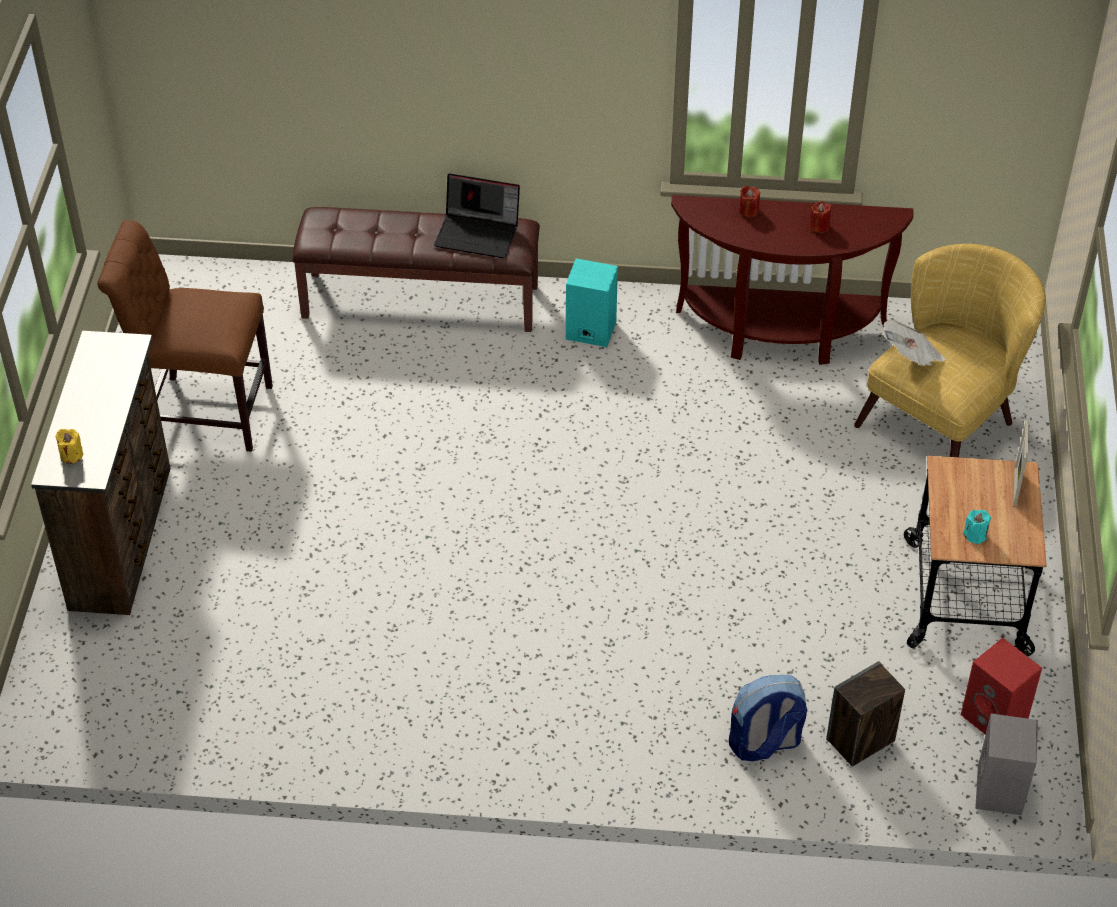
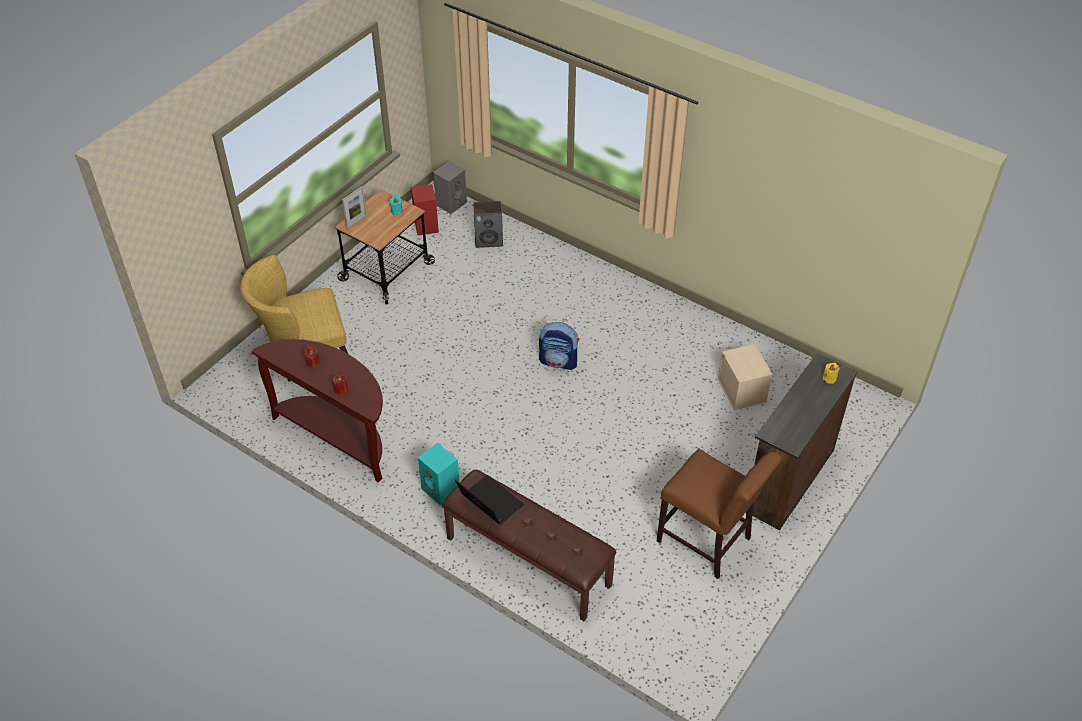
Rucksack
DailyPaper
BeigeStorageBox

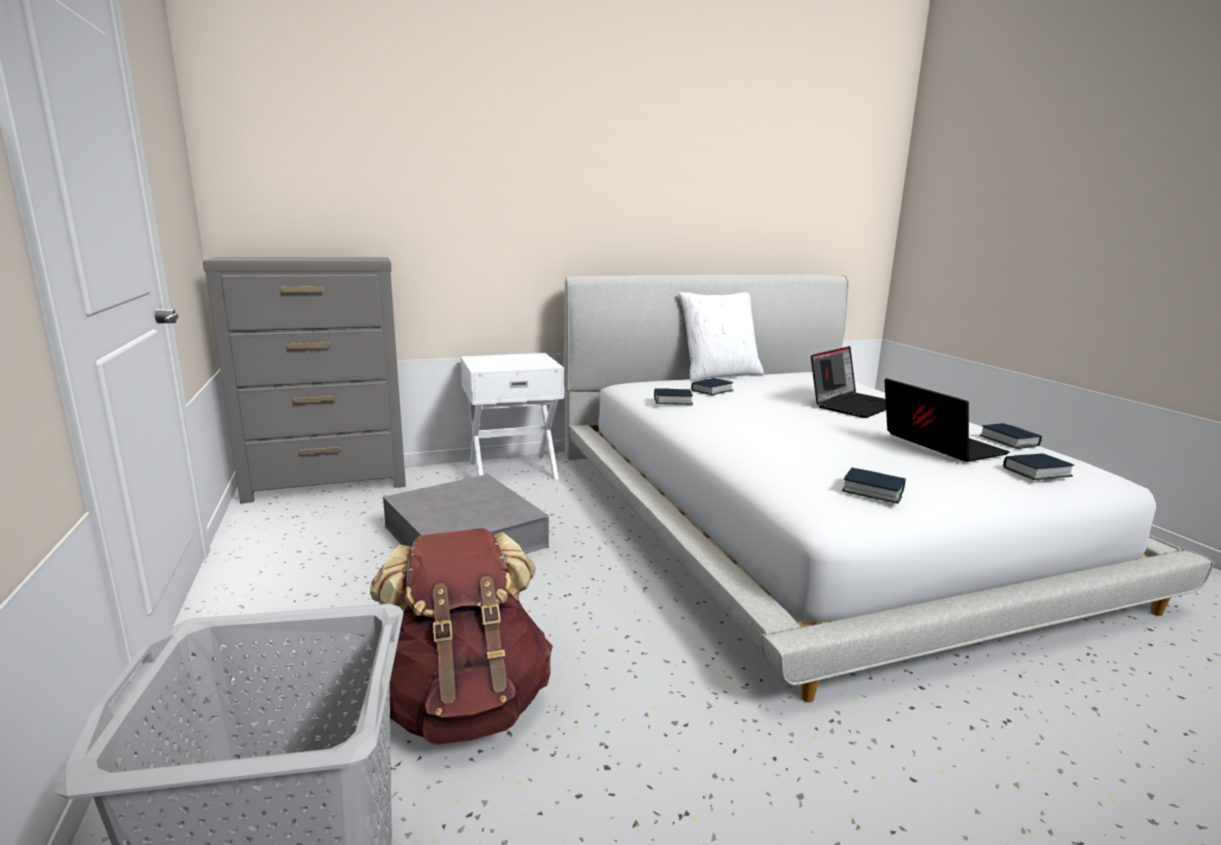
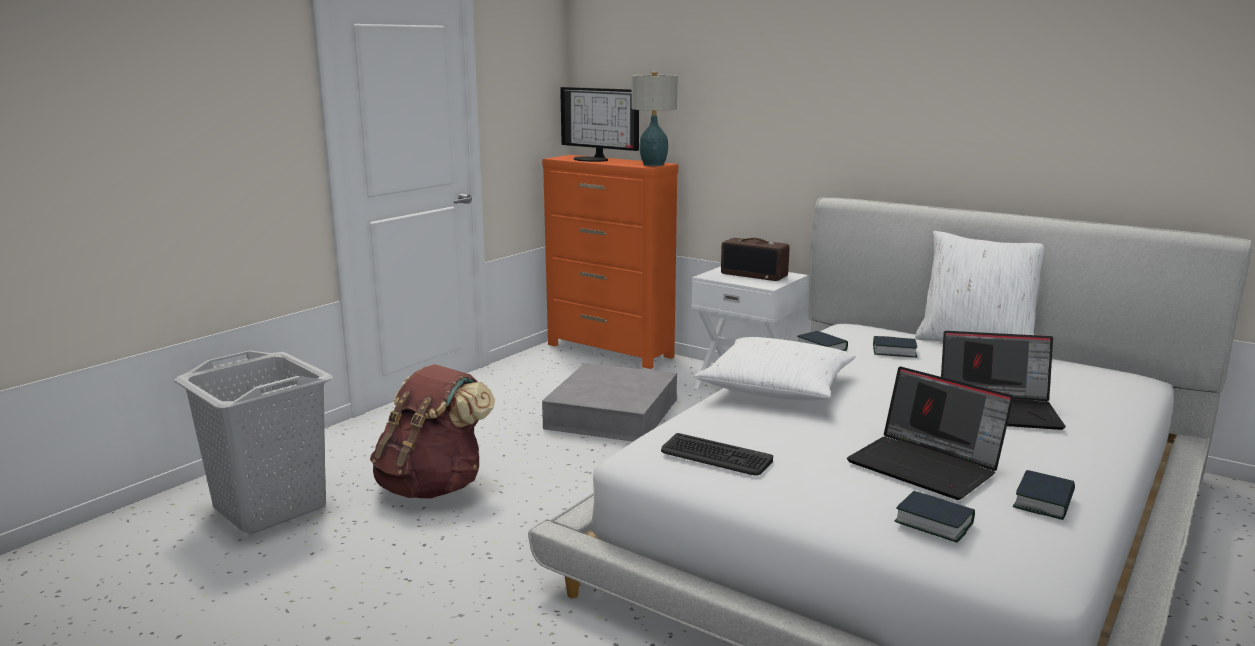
OrangeyChestOfDrawers
Keyboard
PortableComputer (no. 1 from left)
Monitor
LampForATable
WhiteCushion (no. 1 from left)
RadioReceiver

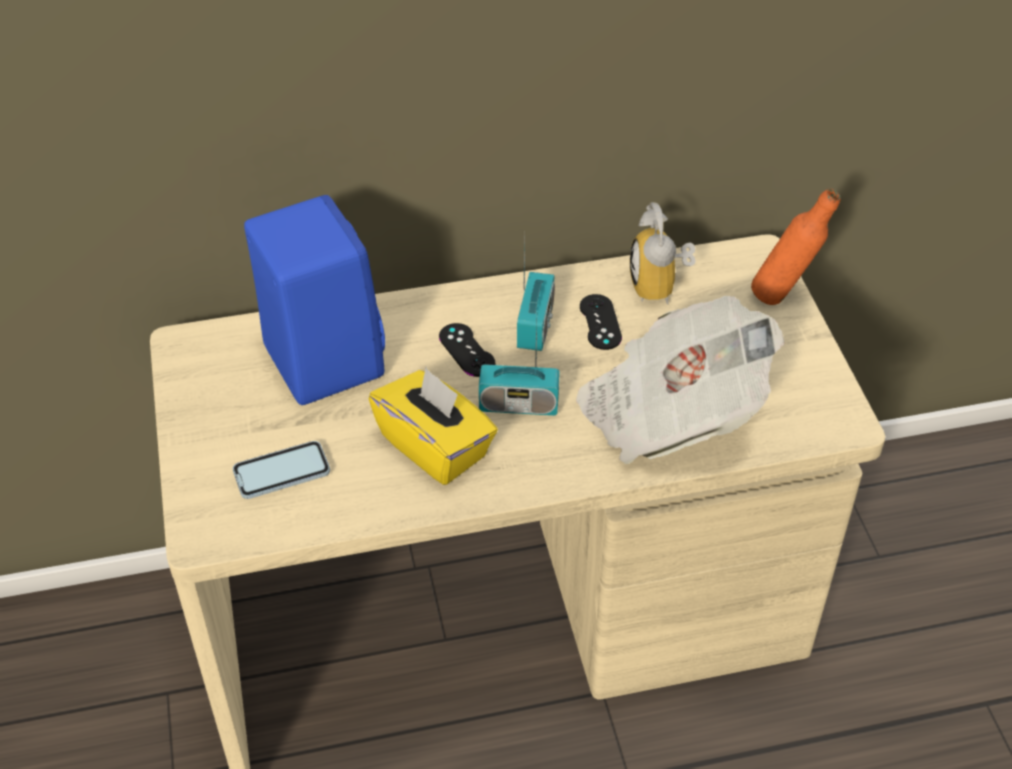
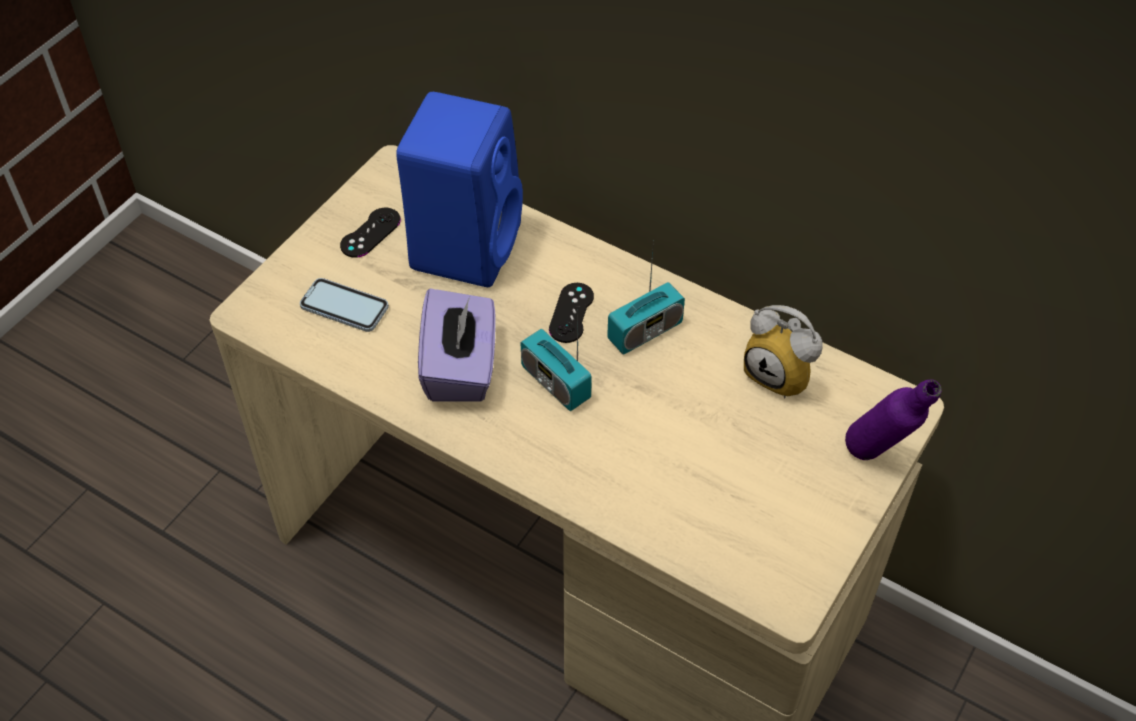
PurpleColouredTissueHolder
DailyPaper
BlackishGameController (no. 1 from left)
AlarmClock
PurpleColouredBeverageBottle

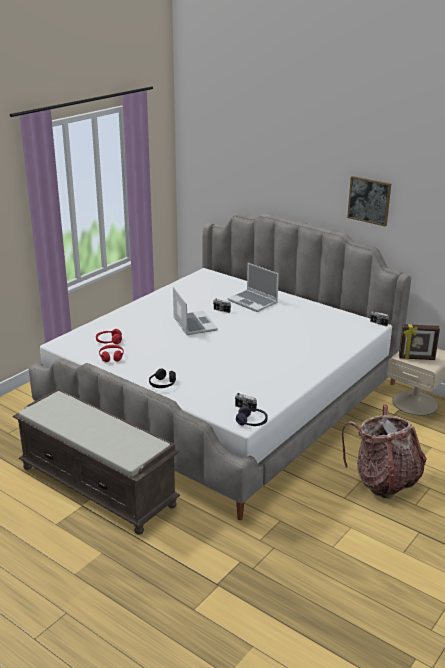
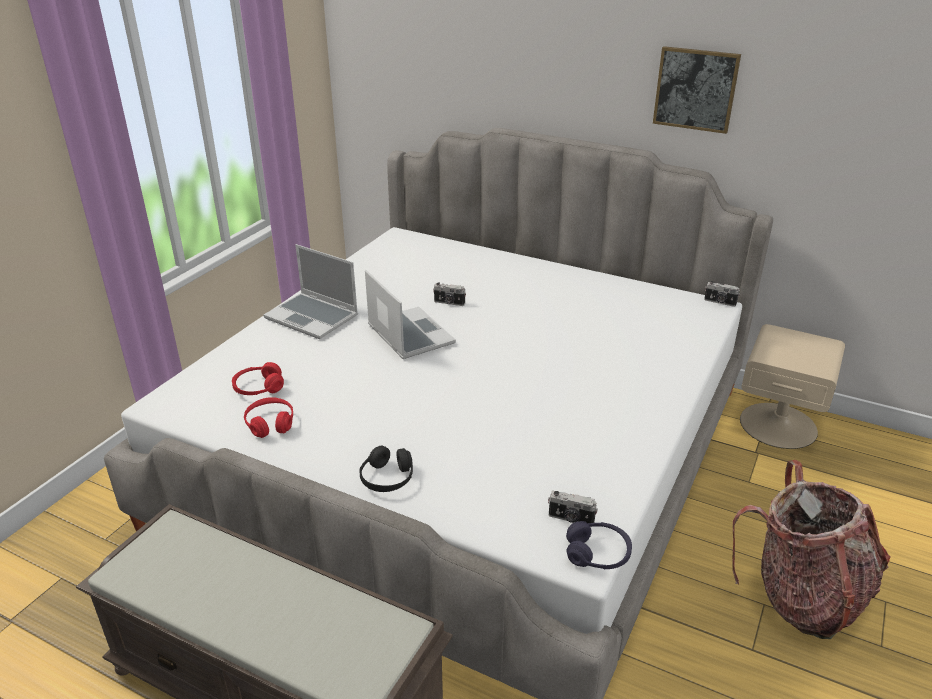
PortableComputer (no. 1 from left)
PhotoFrame

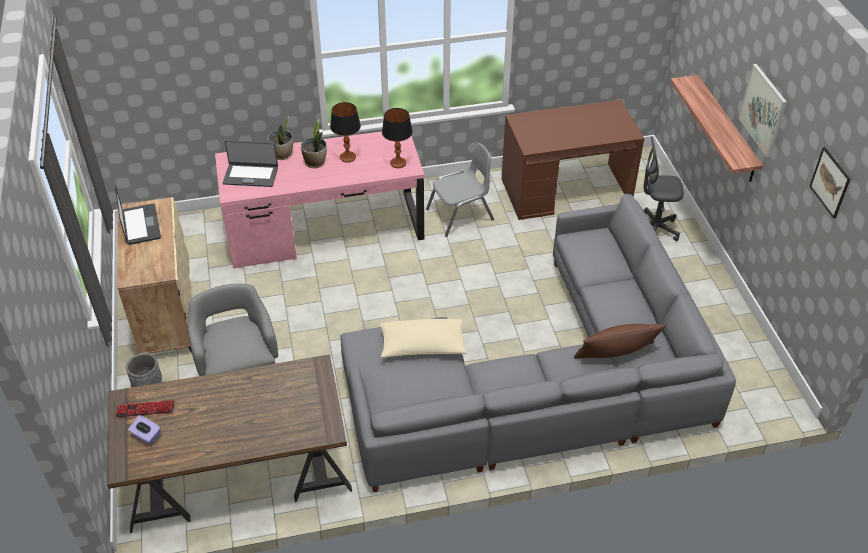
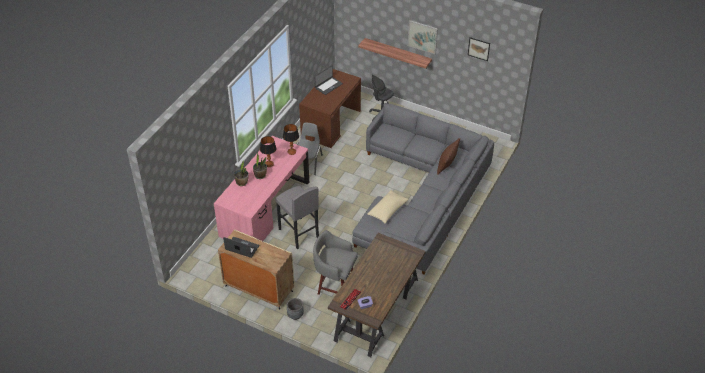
PortableComputer (no. 2 from left)
GreyStool (no. 1 from left)

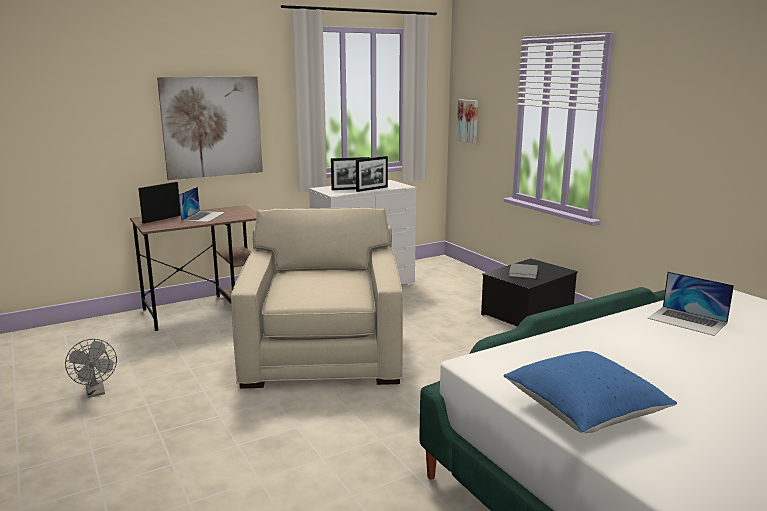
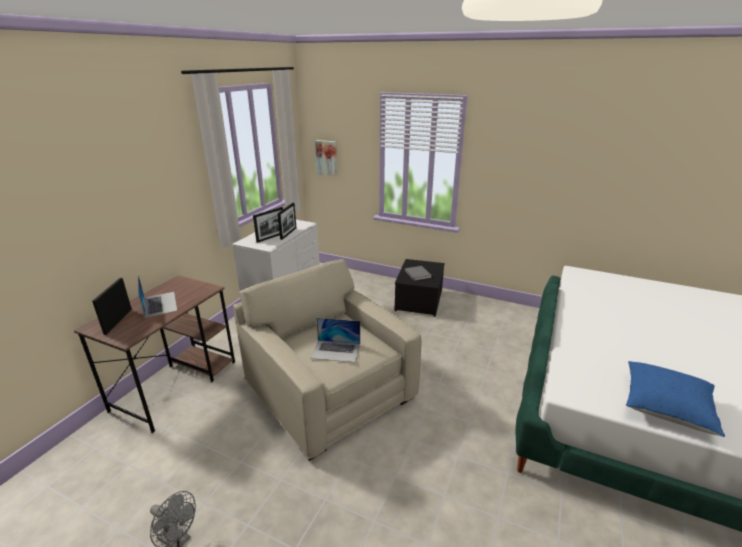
WallPicture (no. 1 from left in the first image)
PortableComputer (no. 2 from left)

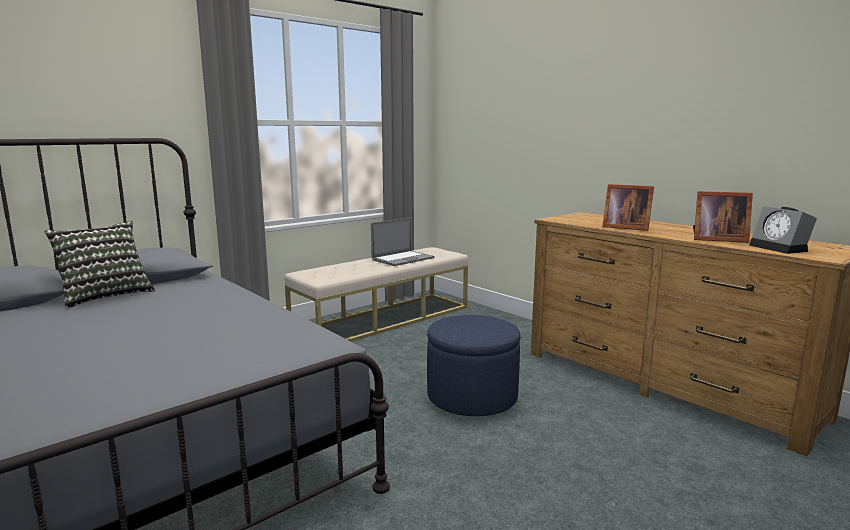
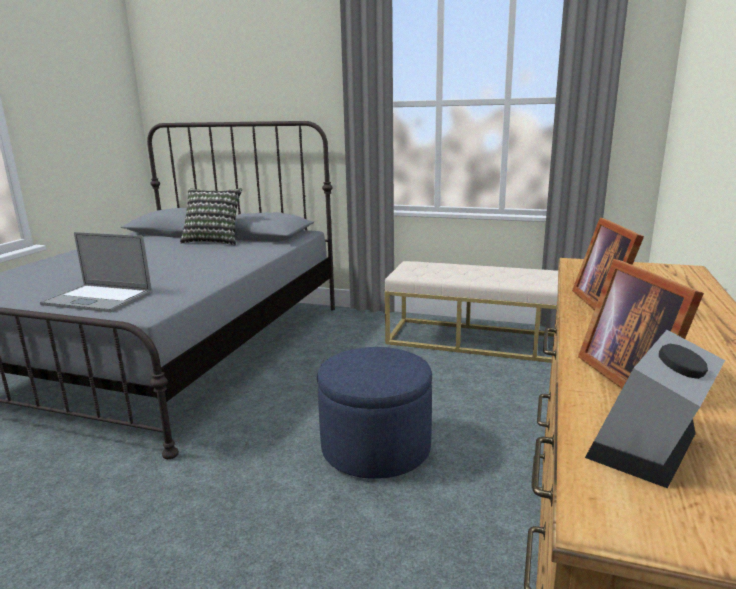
PortableComputer

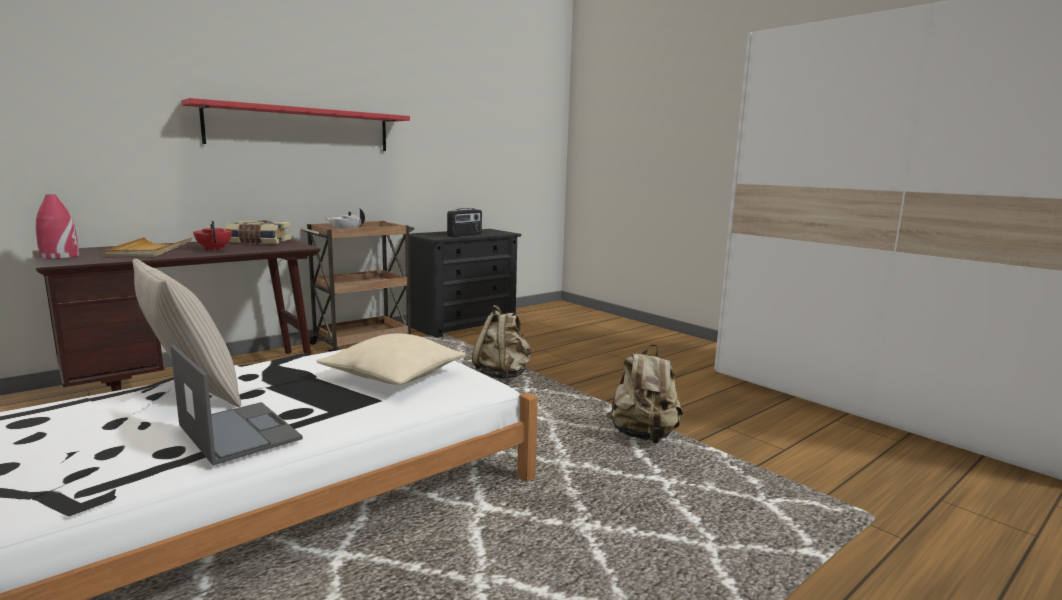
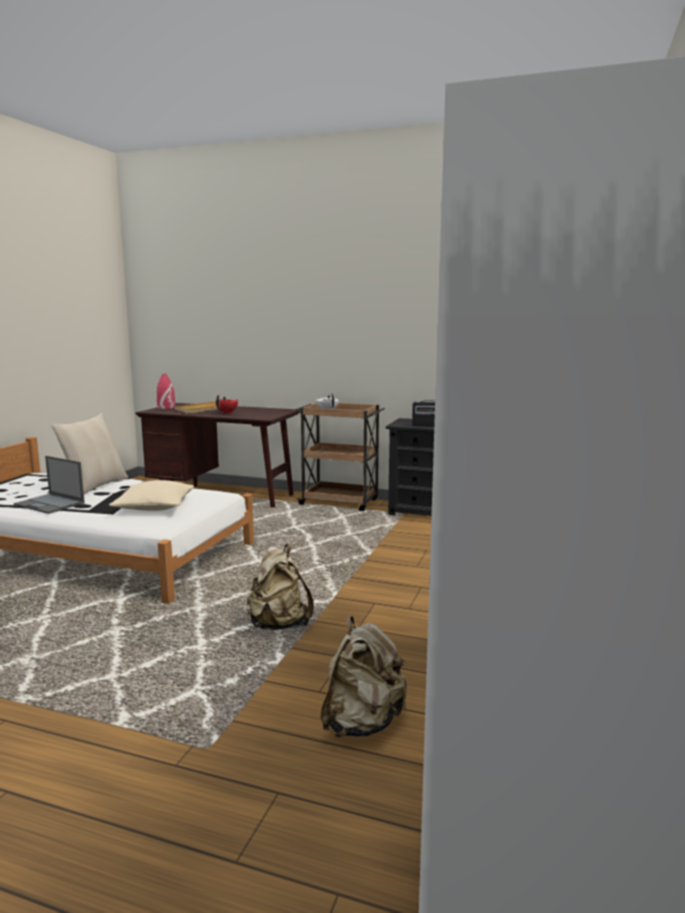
PortableComputer
RedColouredShelf
Volume
BeigeRucksack (no. 2 from left)

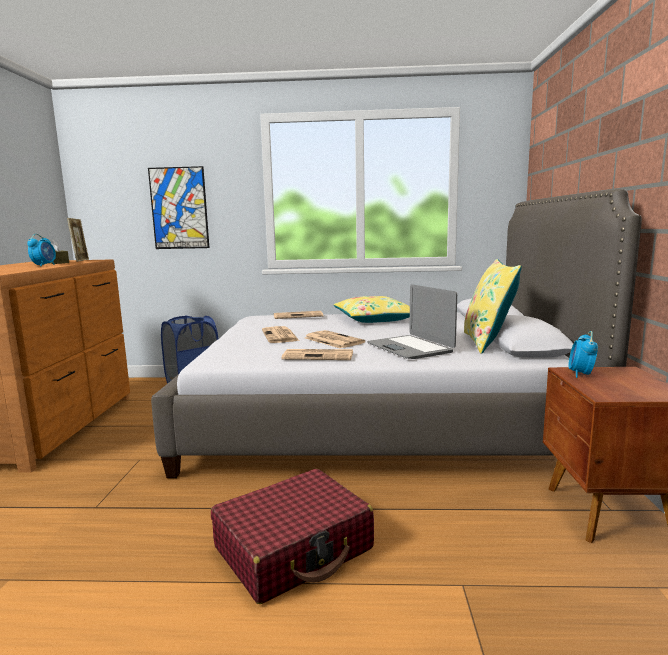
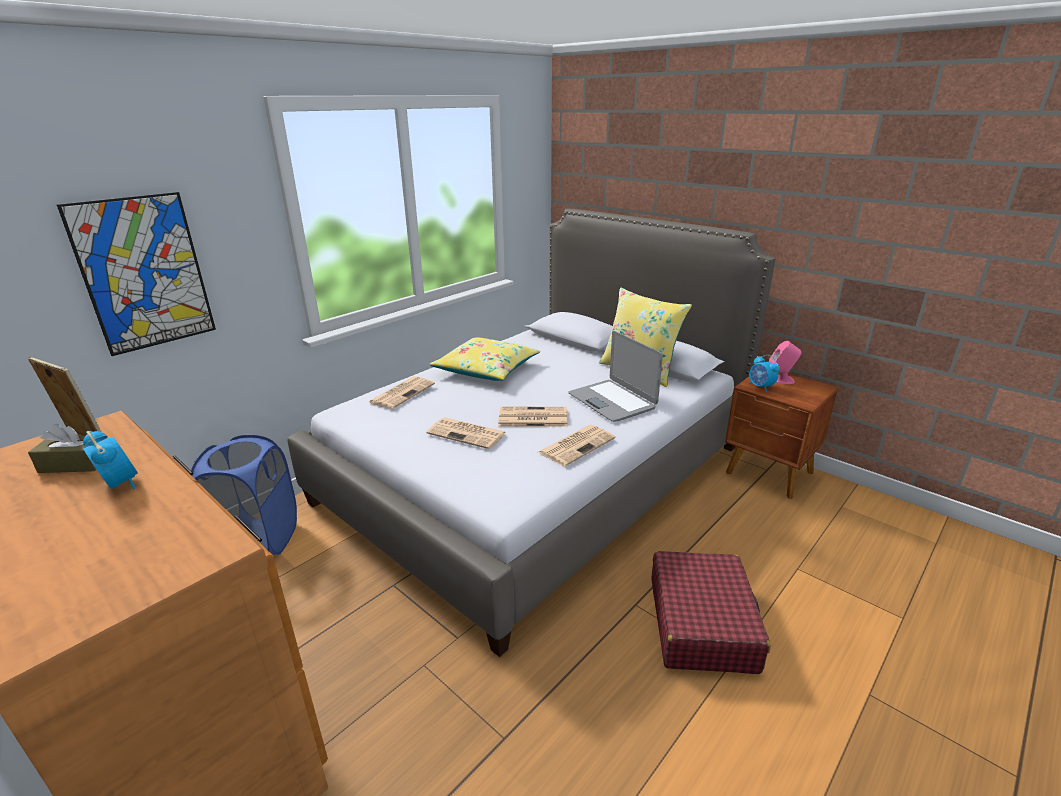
PortableComputer
PinkishLoudspeaker

